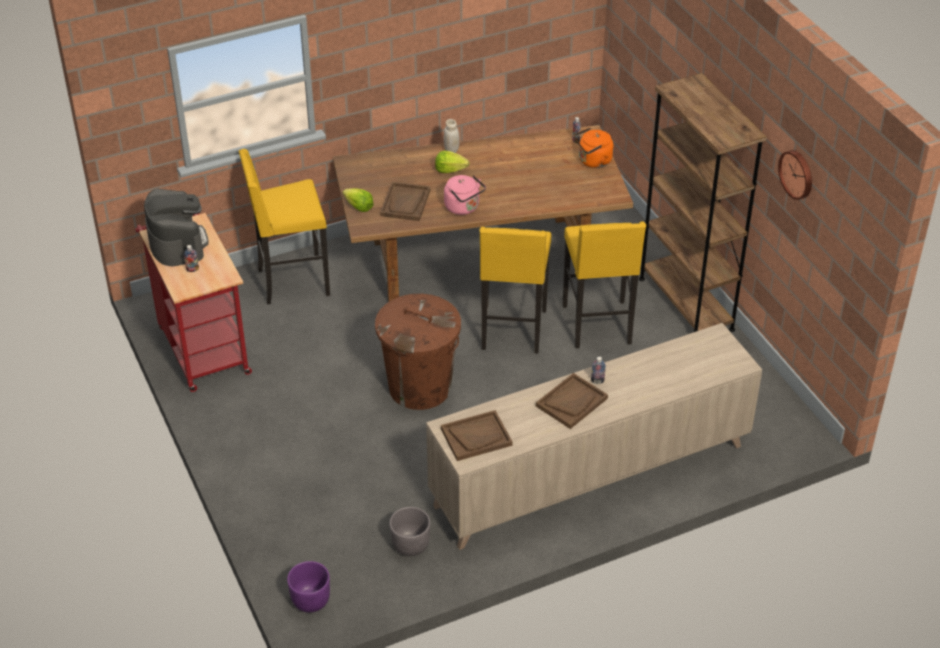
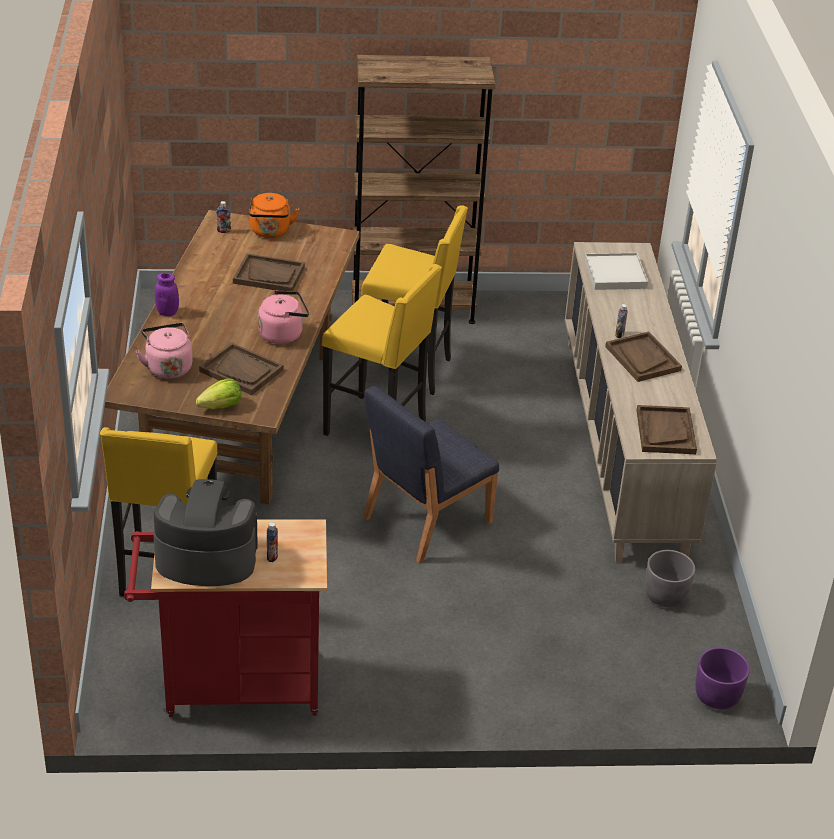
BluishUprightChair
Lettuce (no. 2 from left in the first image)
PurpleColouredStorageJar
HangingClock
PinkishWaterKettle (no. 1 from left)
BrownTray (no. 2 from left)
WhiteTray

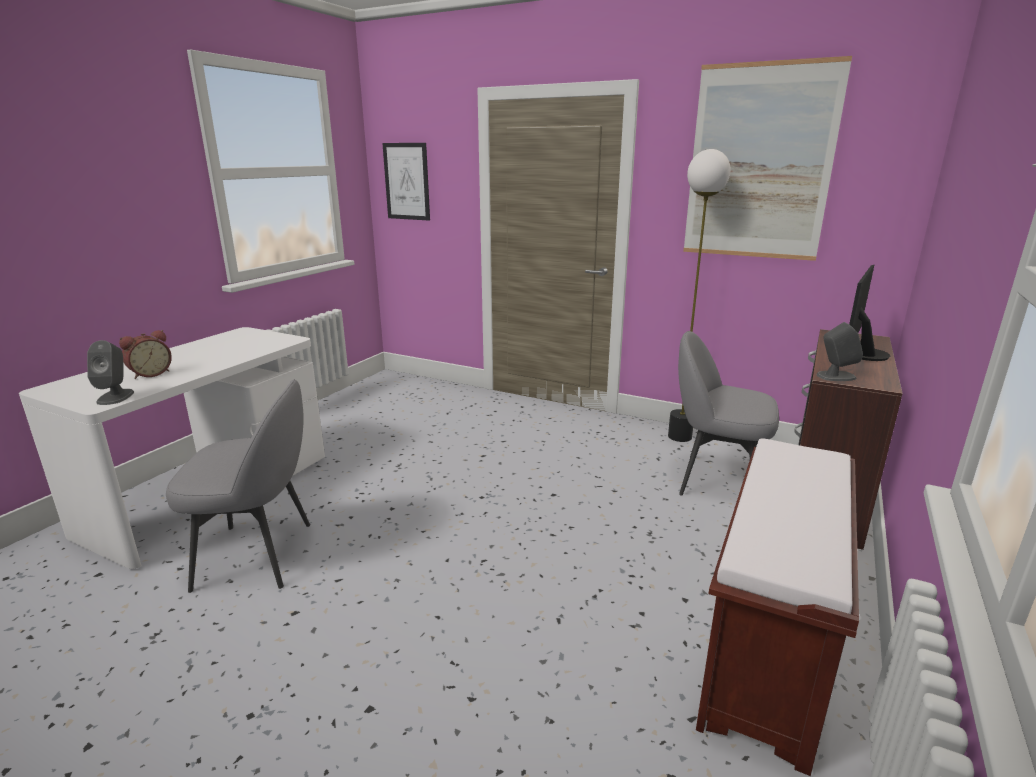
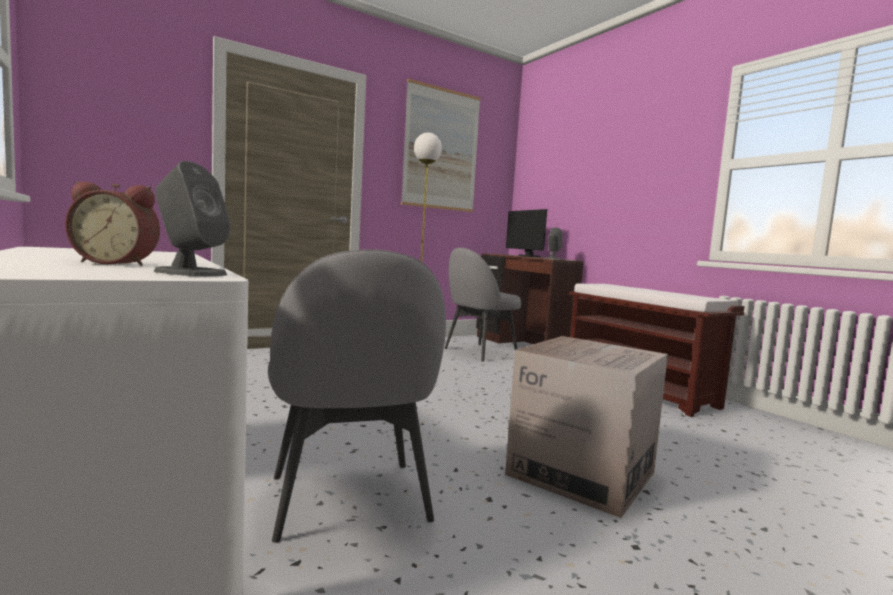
AlarmClock
GreyUprightChair (no. 1 from left)
WallPicture (no. 1 from left in the first image)
CardboardBox

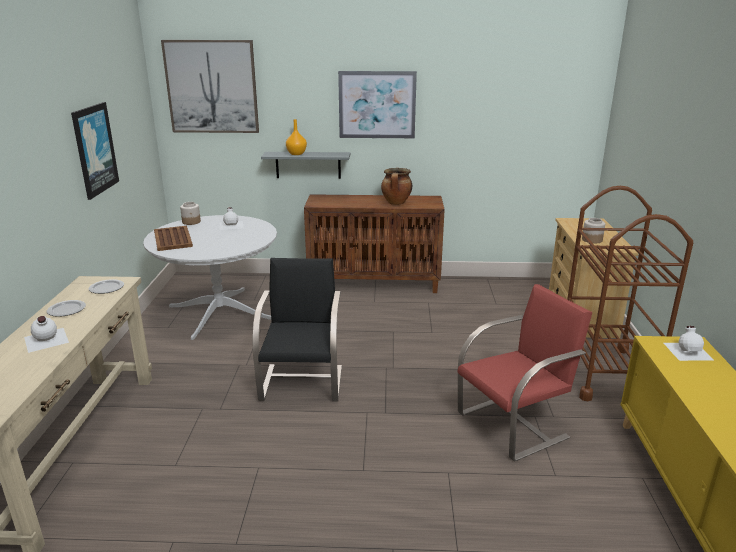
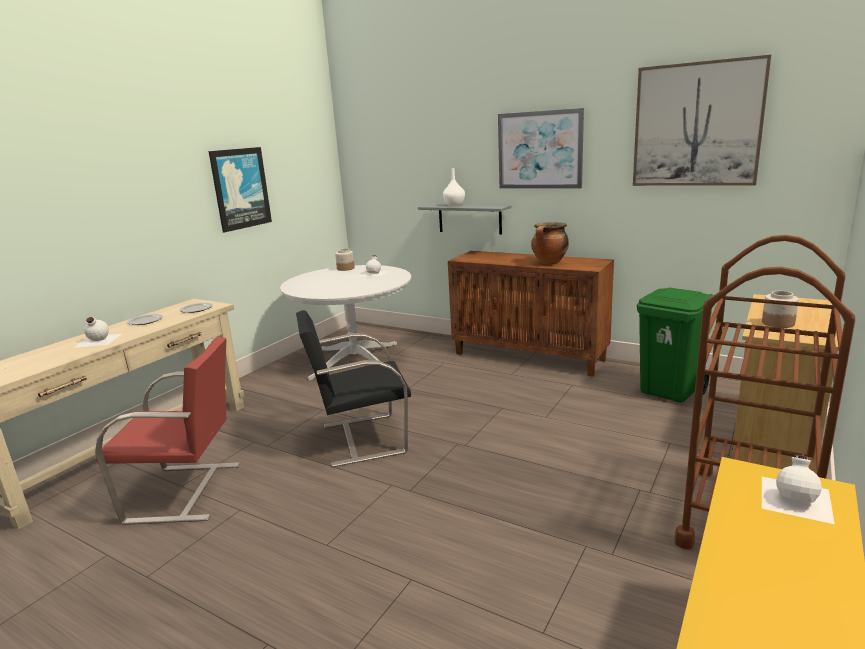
BrownTray
WallPicture (no. 3 from left)
BlackishUprightChair
WhiteVase
RedColouredUprightChair
GreenColouredTrashCan

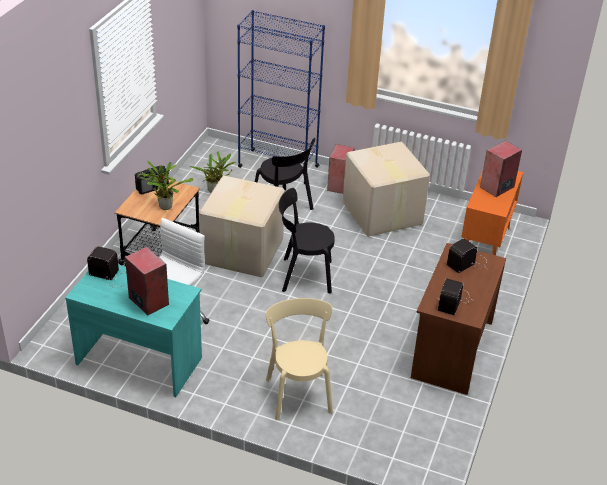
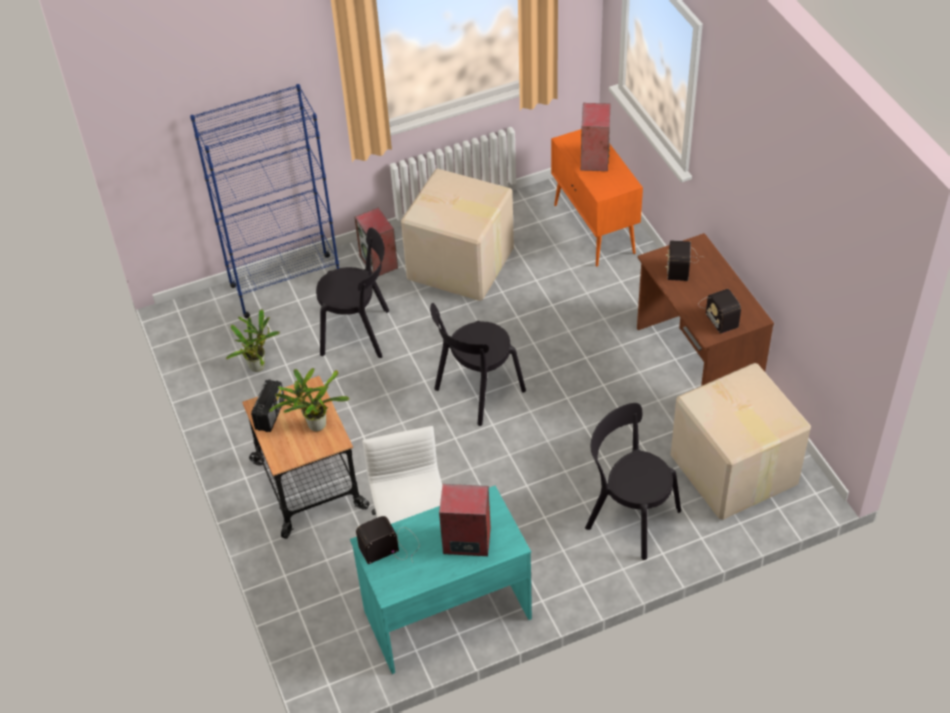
CardboardBox (no. 2 from left)
BlackishUprightChair (no. 3 from left)

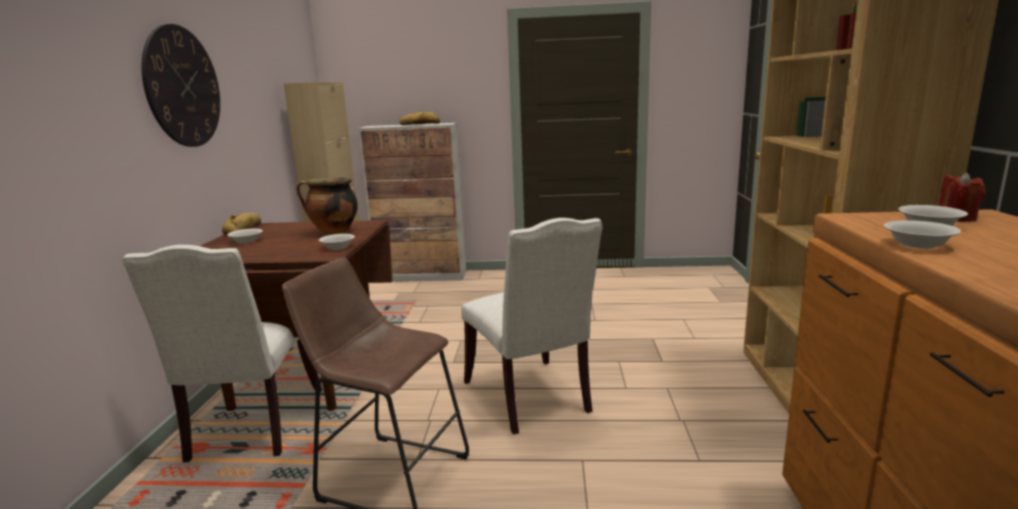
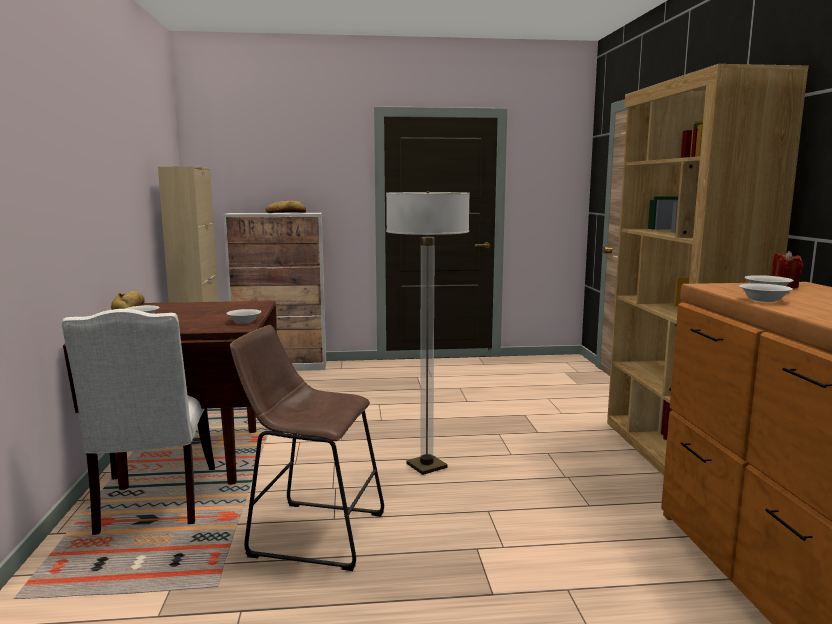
HangingClock
Stockpot
StandingLamp

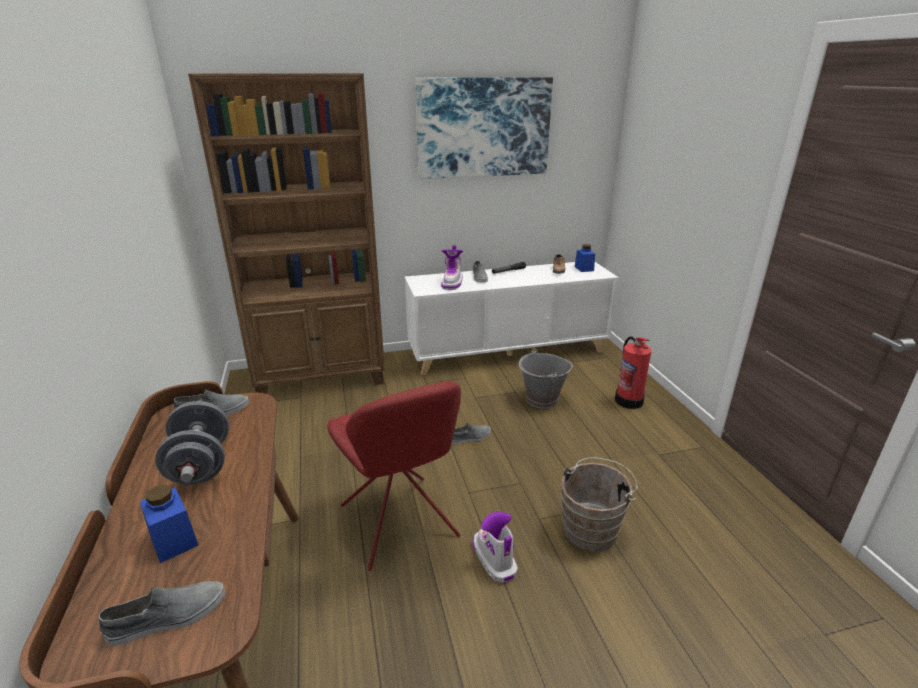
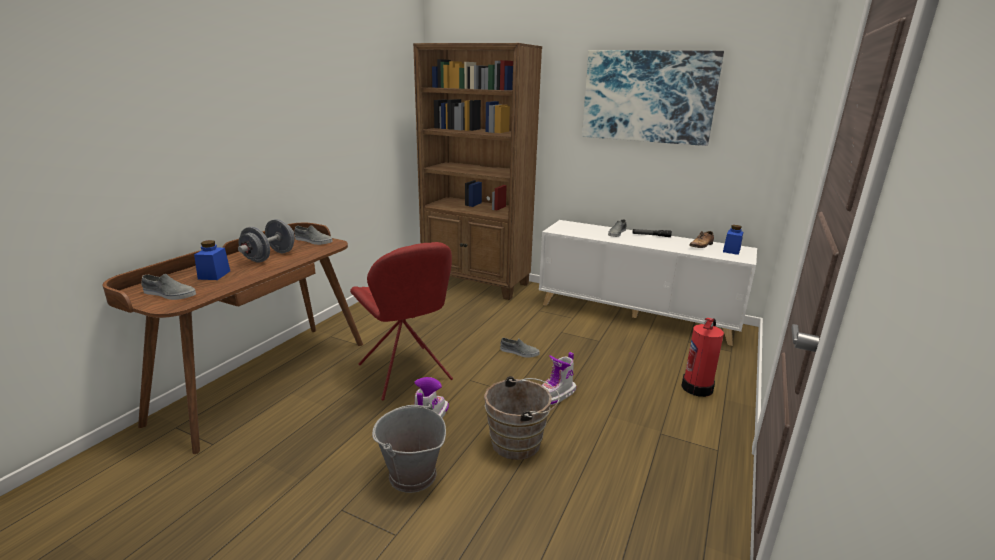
RedColouredUprightChair
HighTopBoot (no. 2 from left)
GreyBucket

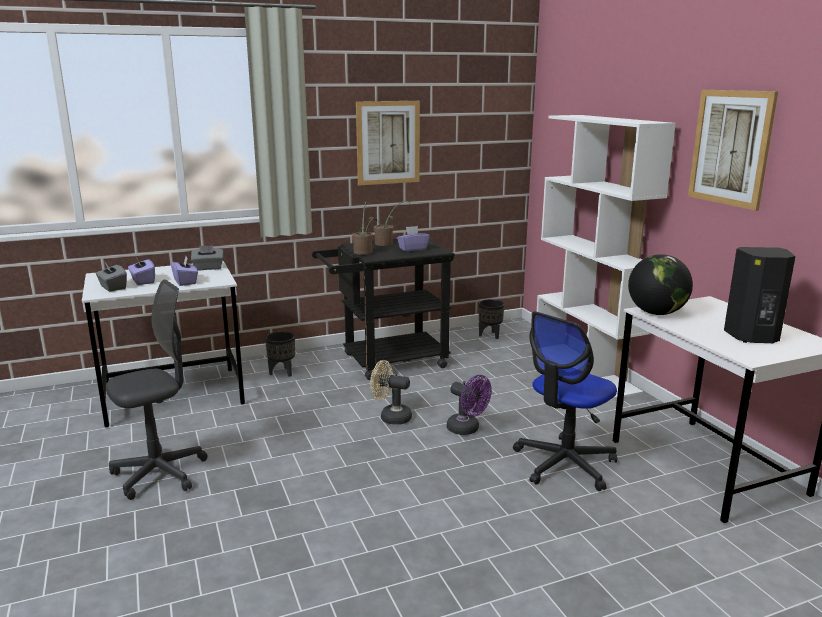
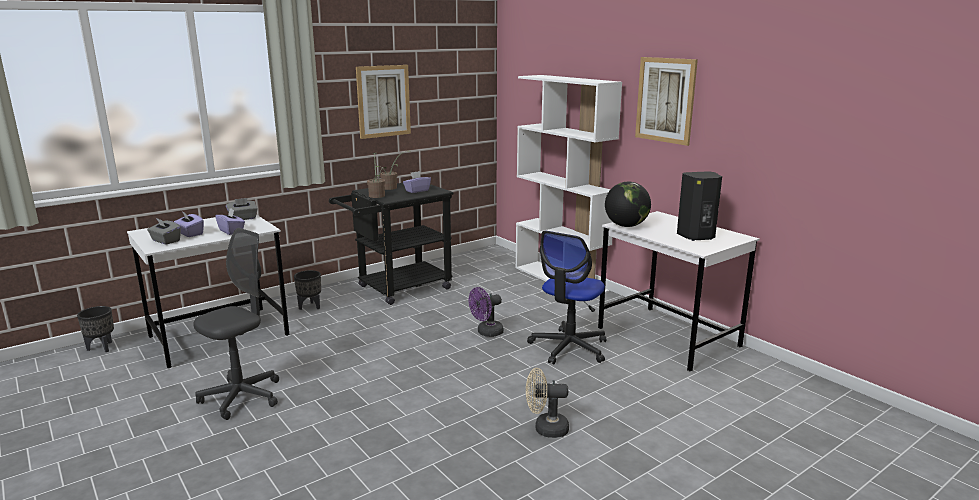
BeigeFan
PurpleColouredFan
BlackishFlowerPot (no. 1 from left)

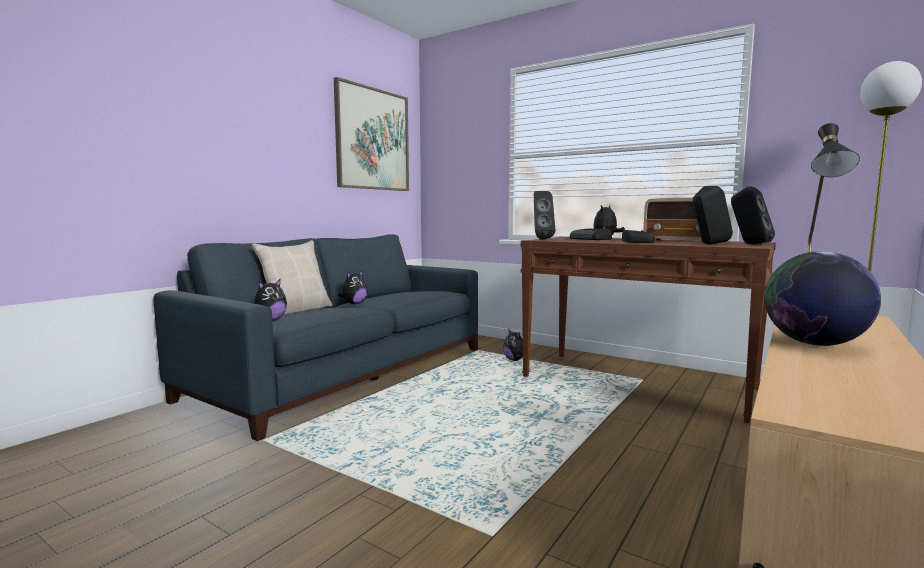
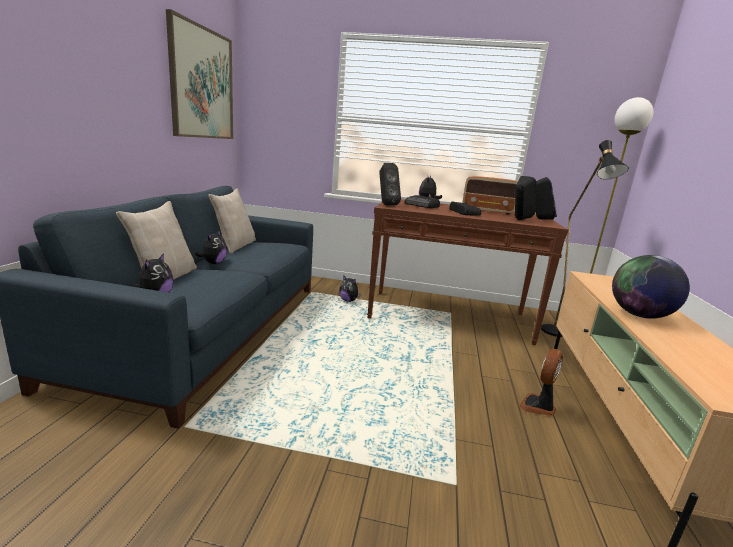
BeigeCushion (no. 2 from left)
Fan

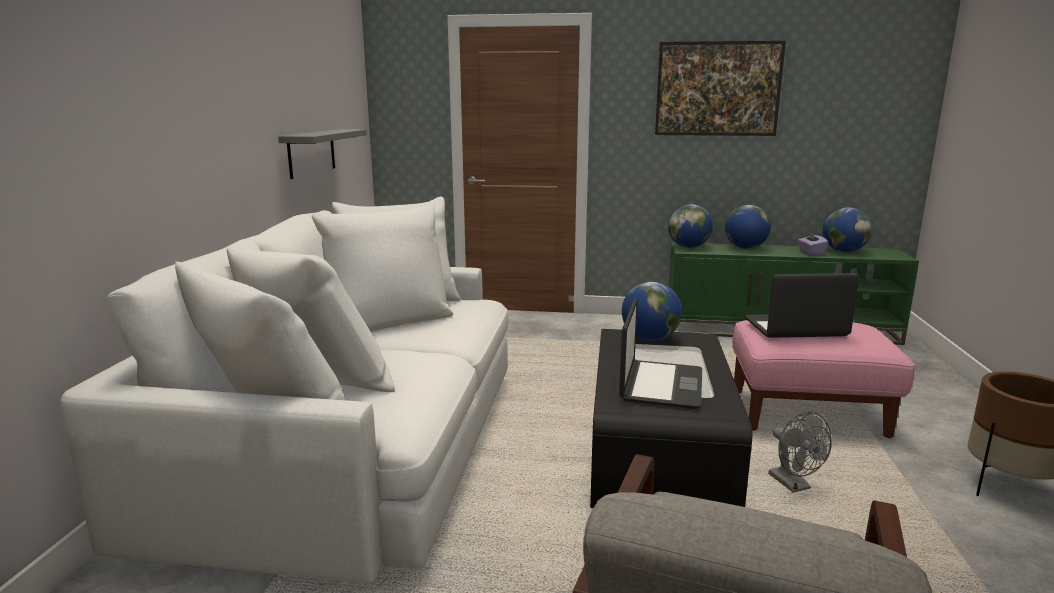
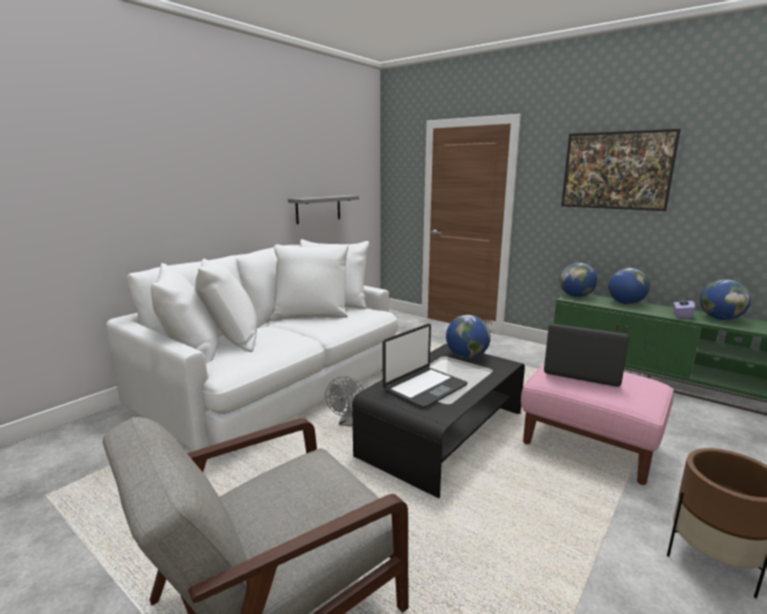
GreyFan

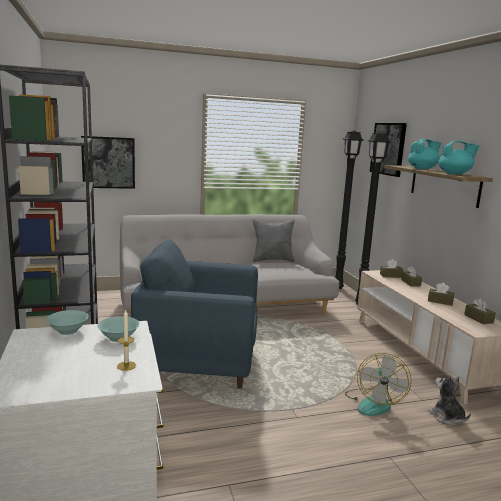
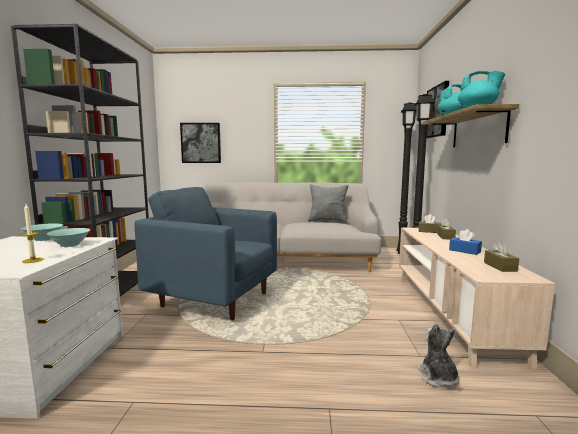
Fan
BluishTissueHolder

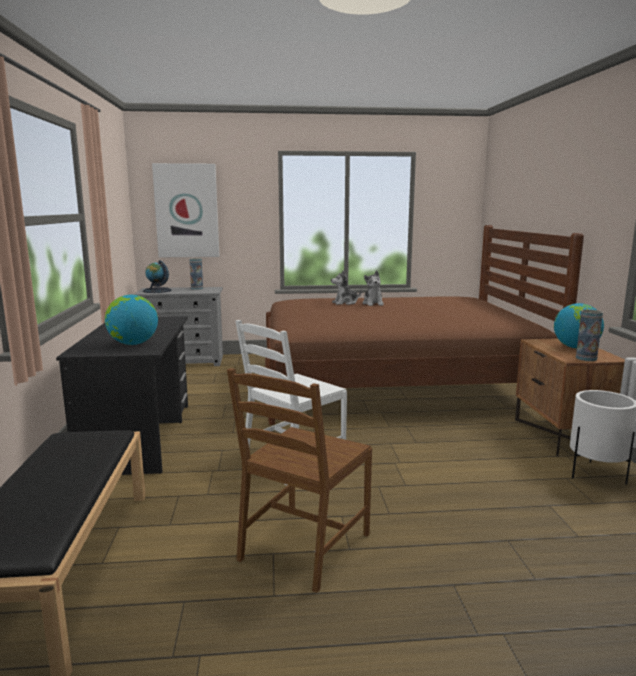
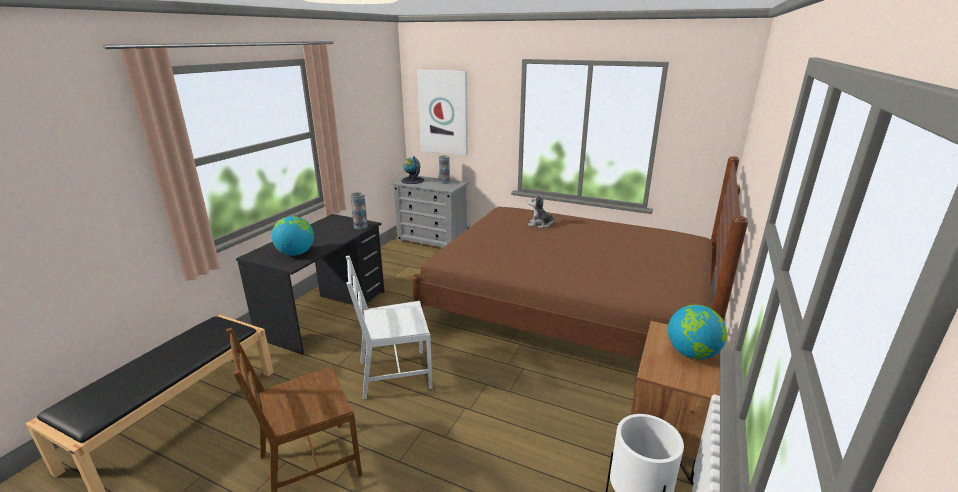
CuddlyToy (no. 2 from left in the first image)
Vase (no. 1 from left)

